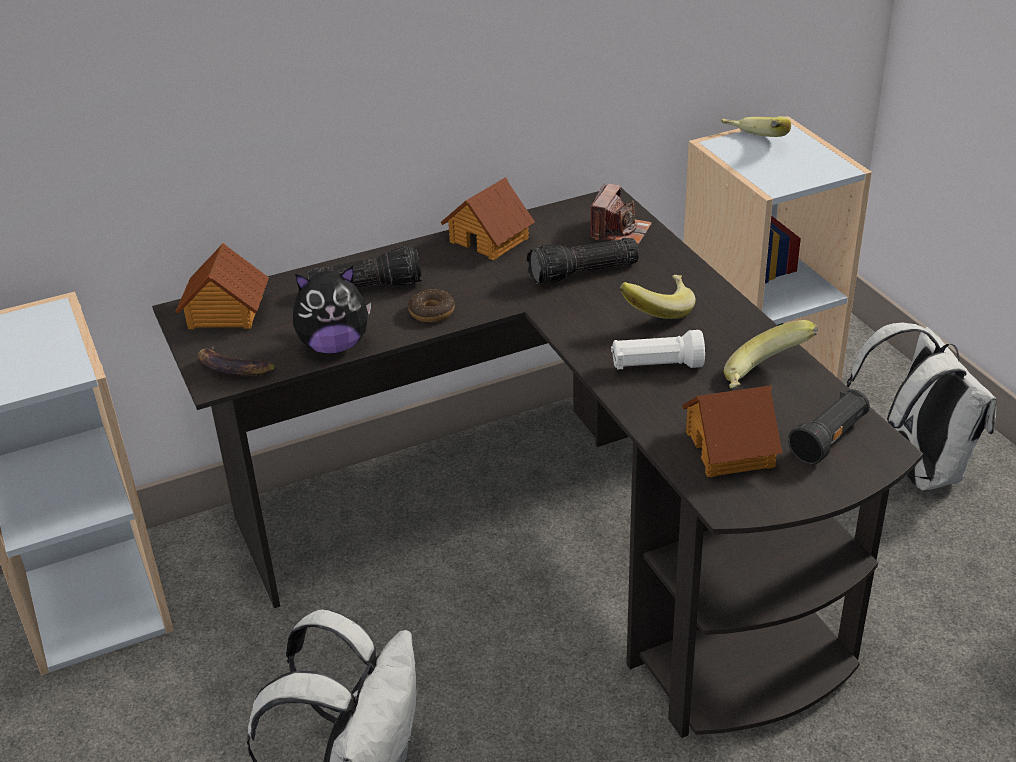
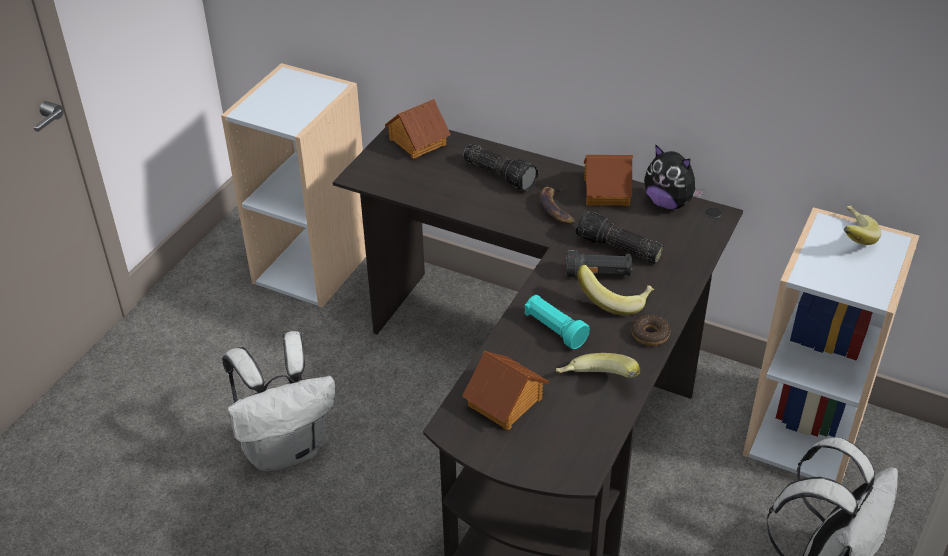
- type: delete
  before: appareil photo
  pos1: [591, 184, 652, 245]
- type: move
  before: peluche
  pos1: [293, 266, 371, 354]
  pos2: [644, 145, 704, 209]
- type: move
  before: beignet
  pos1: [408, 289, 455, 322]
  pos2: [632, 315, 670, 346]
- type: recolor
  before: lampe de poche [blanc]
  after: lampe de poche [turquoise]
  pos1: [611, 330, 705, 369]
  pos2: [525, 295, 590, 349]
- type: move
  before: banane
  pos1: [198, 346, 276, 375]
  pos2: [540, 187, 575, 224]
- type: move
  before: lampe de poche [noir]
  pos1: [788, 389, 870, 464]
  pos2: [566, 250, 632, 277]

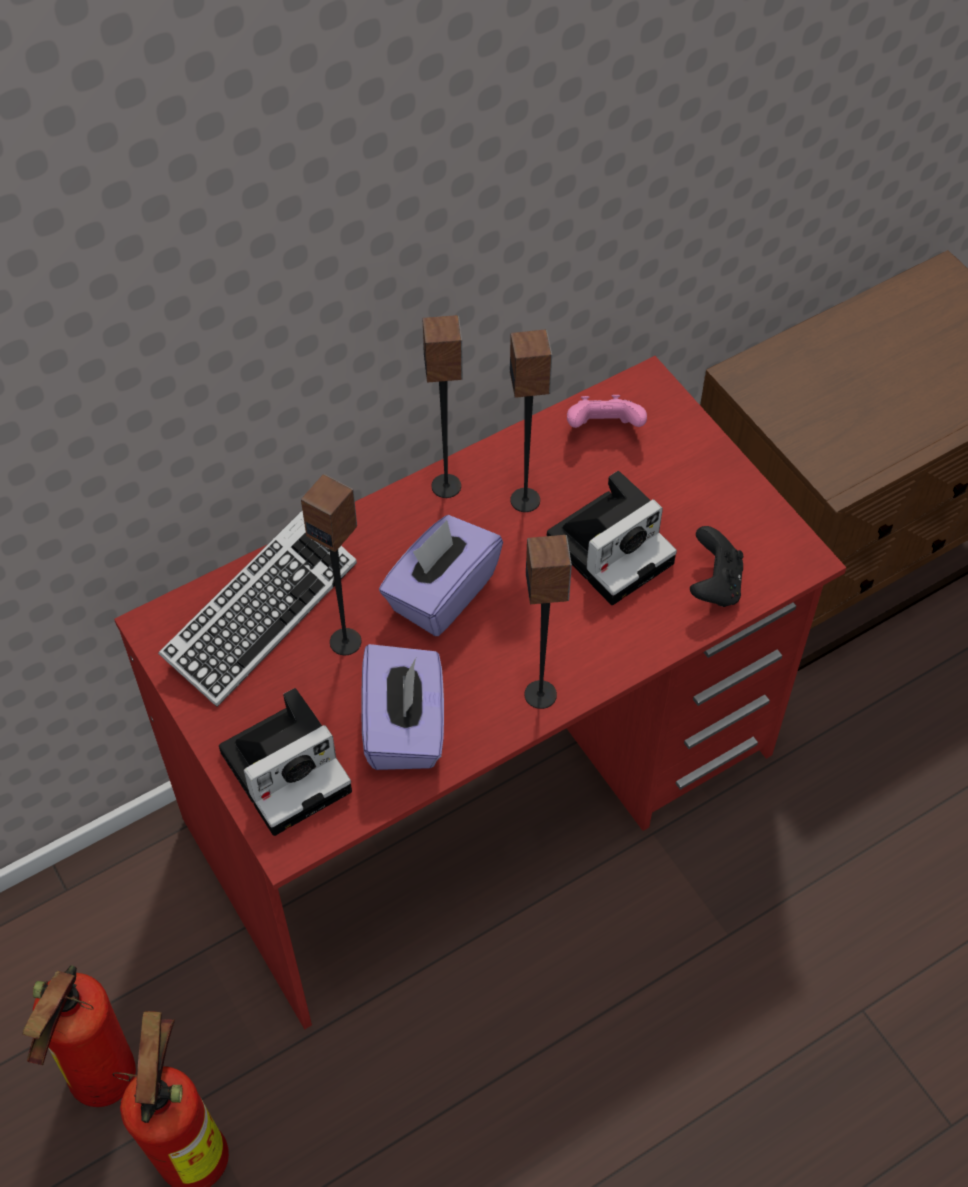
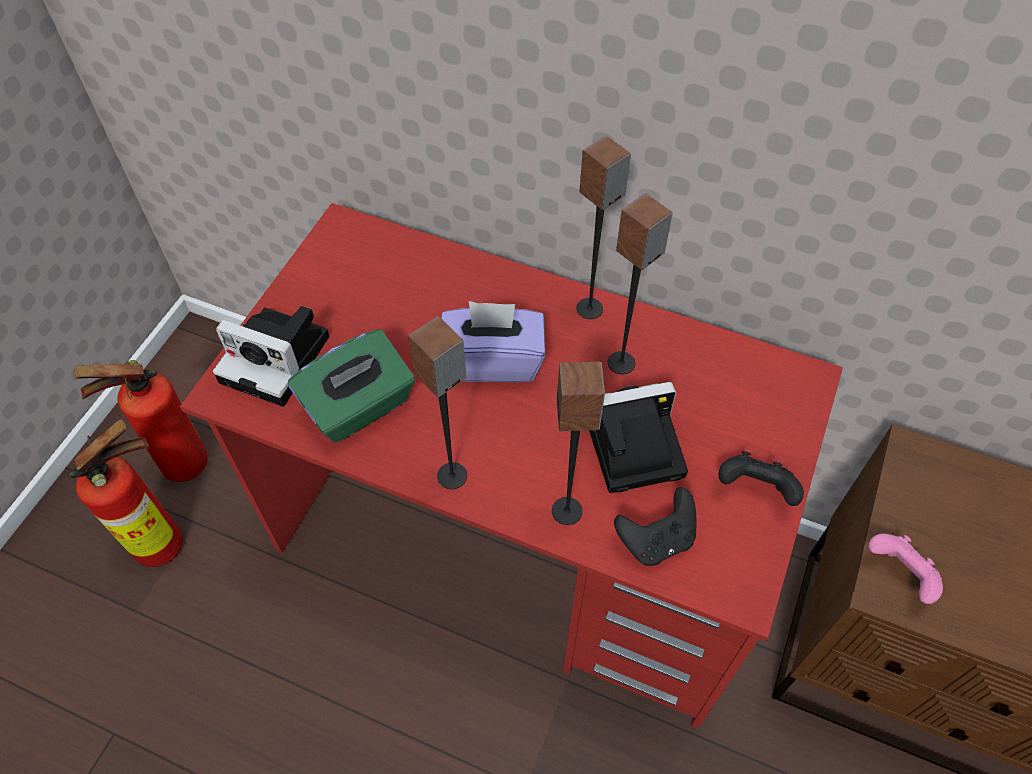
- type: move
  before: manette [rose]
  pos1: [567, 395, 647, 428]
  pos2: [868, 534, 943, 604]
- type: rotate
  before: appareil photo
  pos1: [547, 471, 677, 605]
  pos2: [589, 382, 688, 493]
  turn: 150
- type: move
  before: enceinte
  pos1: [301, 474, 361, 655]
  pos2: [552, 361, 605, 525]
- type: delete
  before: clavier
  pos1: [158, 511, 357, 707]
- type: recolor
  before: boîte à mouchoirs [violet]
  after: boîte à mouchoirs [vert]
  pos1: [361, 644, 444, 770]
  pos2: [288, 329, 415, 443]
- type: insert
  after: manette [noir]
  pos2: [718, 451, 804, 506]

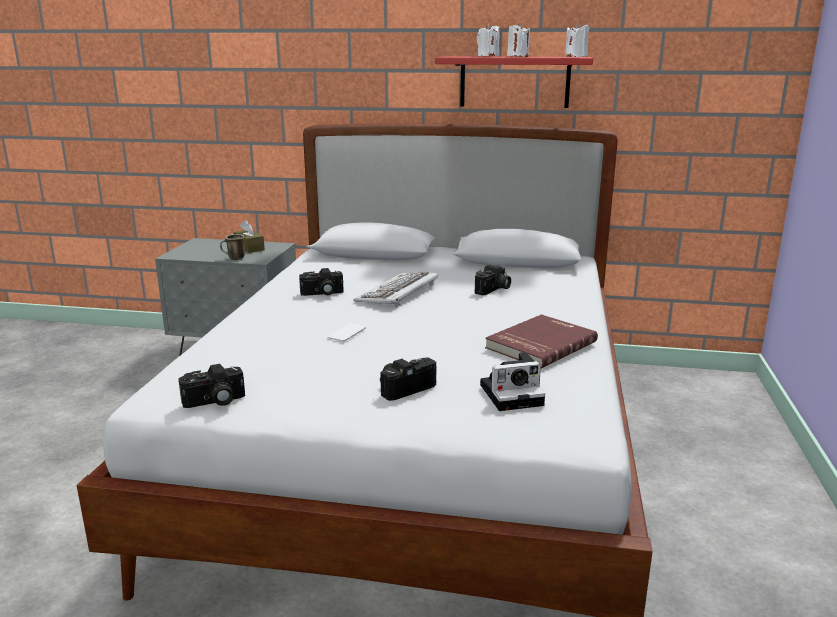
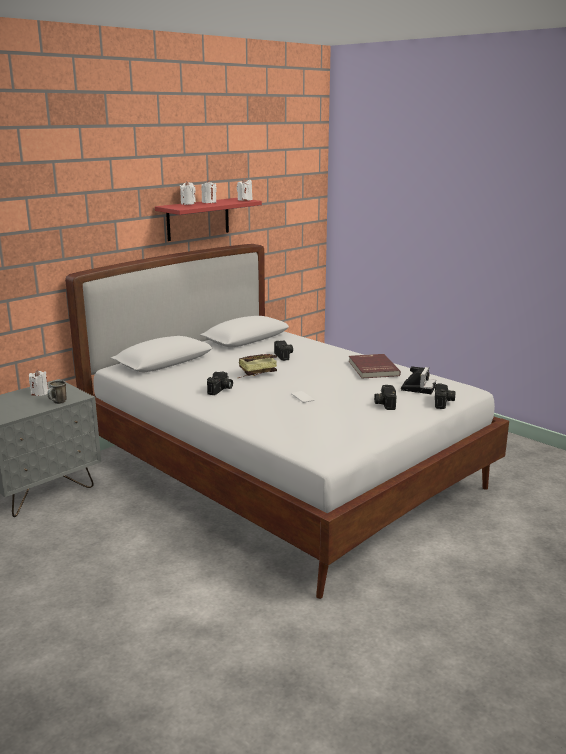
- type: replace
  before: boîte à mouchoirs [marron]
  after: bougie [blanc]
  pos1: [234, 220, 265, 253]
  pos2: [29, 370, 48, 396]
- type: replace
  before: clavier
  after: livre
  pos1: [353, 271, 438, 307]
  pos2: [239, 354, 277, 378]
- type: move
  before: appareil photo
  pos1: [178, 364, 245, 408]
  pos2: [435, 383, 455, 409]

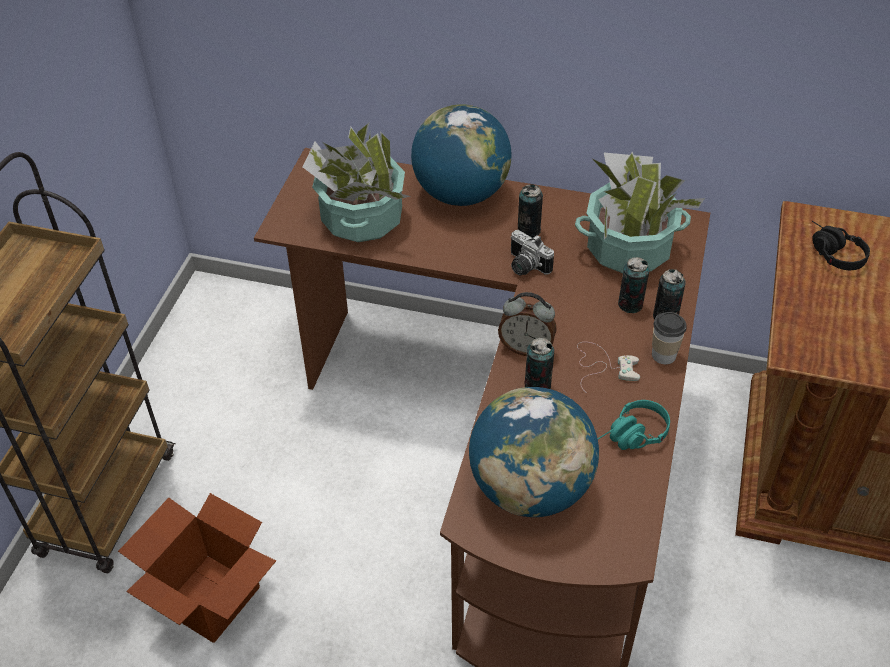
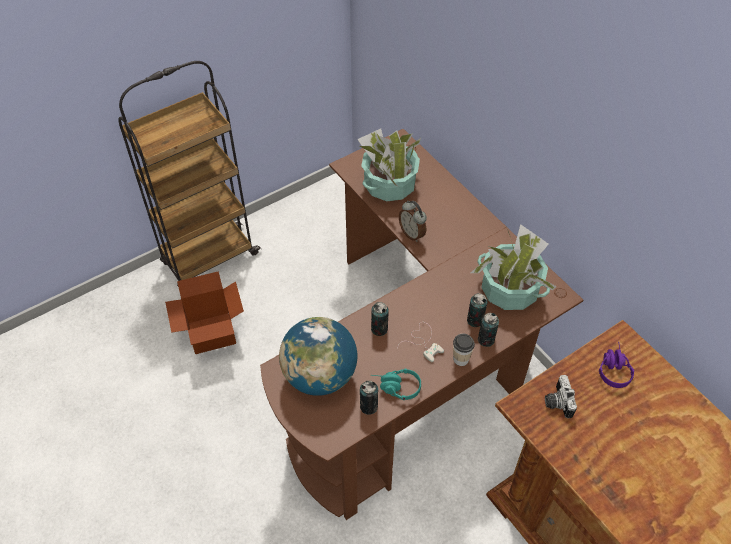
- type: delete
  before: globe
  pos1: [411, 104, 512, 206]
- type: move
  before: boîte métallique
  pos1: [518, 184, 543, 238]
  pos2: [360, 380, 378, 415]
- type: recolor
  before: casque audio [noir]
  after: casque audio [violet]
  pos1: [812, 221, 870, 270]
  pos2: [599, 342, 634, 388]
- type: move
  before: appareil photo
  pos1: [510, 230, 554, 275]
  pos2: [545, 375, 577, 418]
- type: move
  before: réveil
  pos1: [498, 292, 557, 356]
  pos2: [399, 201, 427, 242]

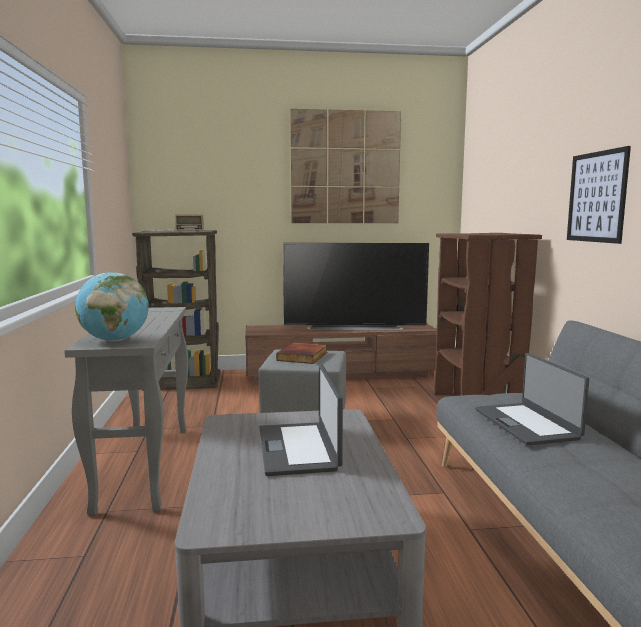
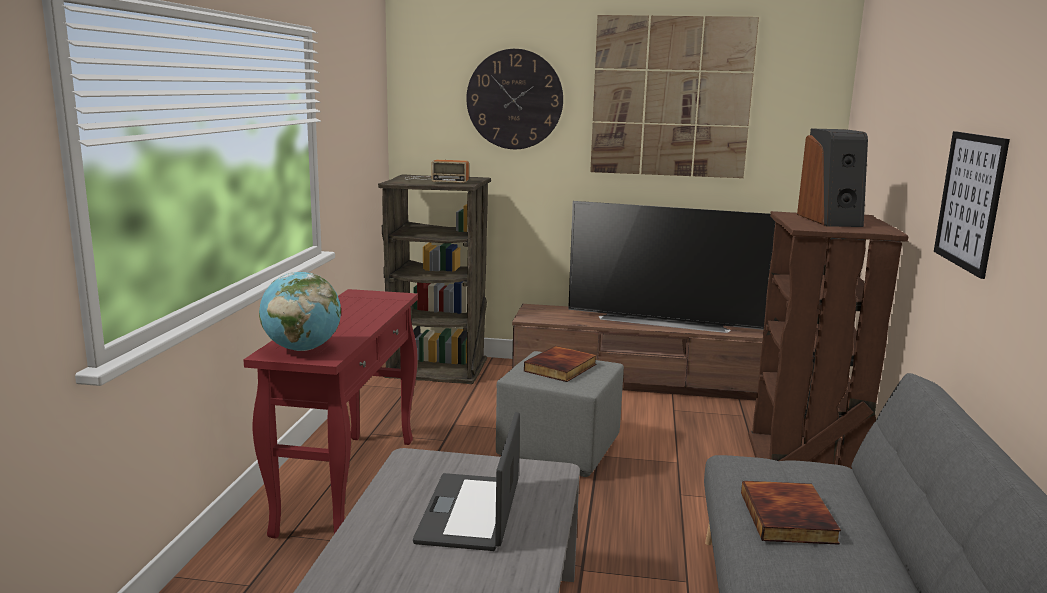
- type: recolor
  before: table console [gris]
  after: table console [rouge]
  pos1: [64, 307, 188, 516]
  pos2: [243, 289, 418, 539]
- type: replace
  before: ordinateur portable
  after: livre
  pos1: [475, 353, 589, 445]
  pos2: [741, 481, 841, 545]
- type: insert
  after: horloge murale
  pos2: [466, 49, 563, 149]
- type: insert
  after: enceinte
  pos2: [797, 128, 868, 227]

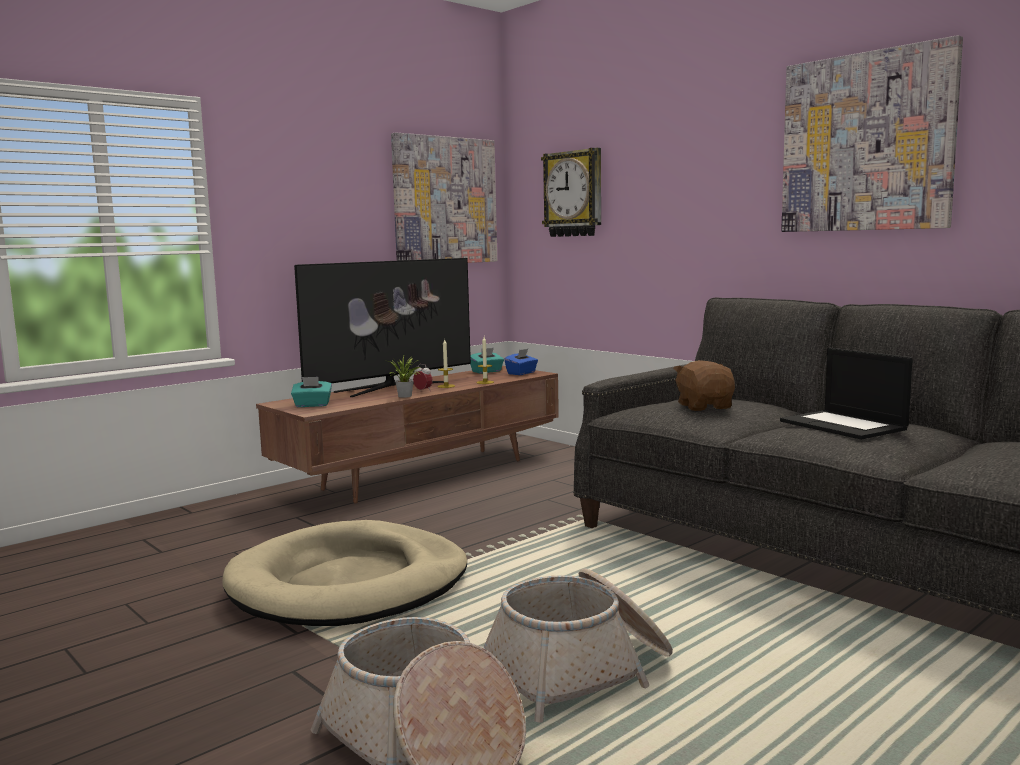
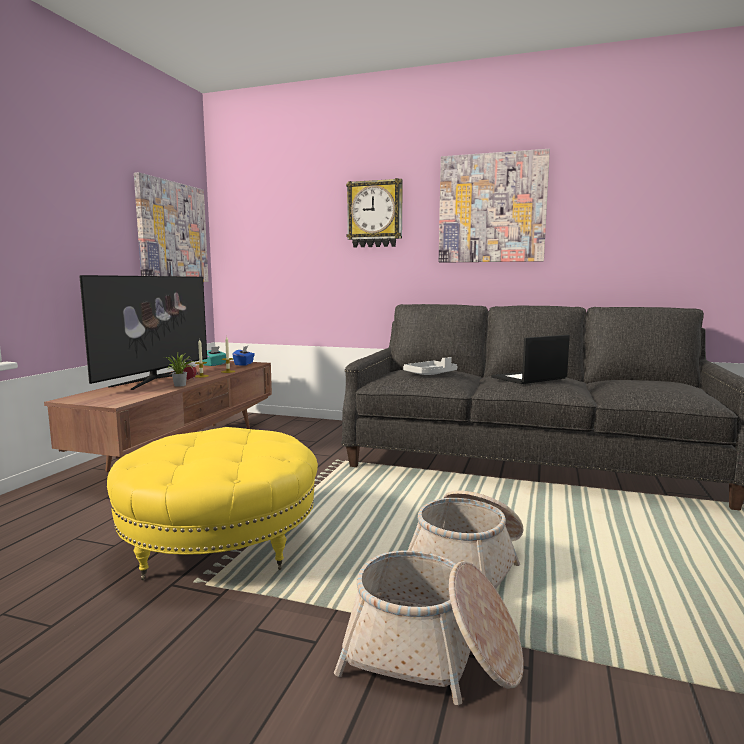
- type: move
  before: horloge murale
  pos1: [541, 148, 601, 237]
  pos2: [346, 178, 403, 248]
- type: rotate
  before: ordinateur portable
  pos1: [780, 348, 913, 440]
  pos2: [491, 335, 570, 384]
  turn: 120
- type: replace
  before: peluche [marron]
  after: plateau [gris]
  pos1: [673, 360, 735, 411]
  pos2: [403, 357, 457, 375]
- type: delete
  before: boîte à mouchoirs [turquoise]
  pos1: [291, 377, 332, 407]
- type: replace
  before: panier pour chien [beige]
  after: pouf [jaune]
  pos1: [222, 520, 467, 626]
  pos2: [107, 427, 318, 580]

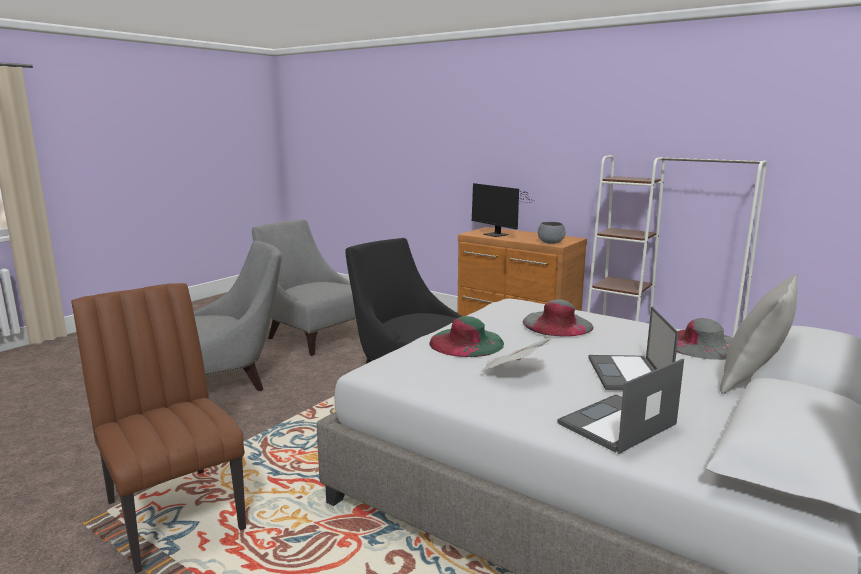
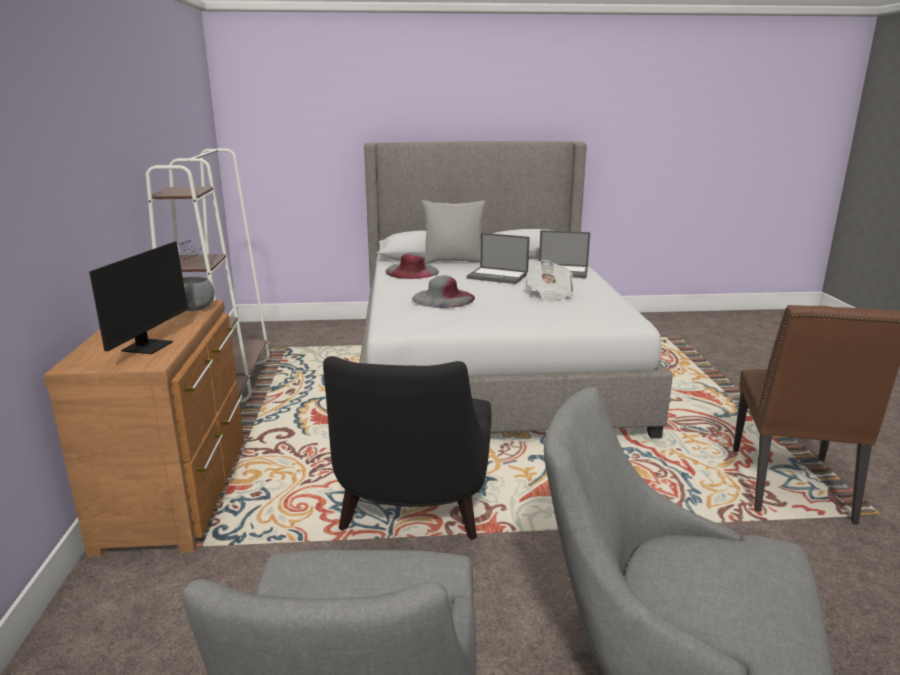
- type: rotate
  before: ordinateur portable
  pos1: [588, 307, 679, 390]
  pos2: [466, 233, 530, 284]
  turn: 60
- type: delete
  before: chapeau [vert]
  pos1: [429, 316, 504, 357]

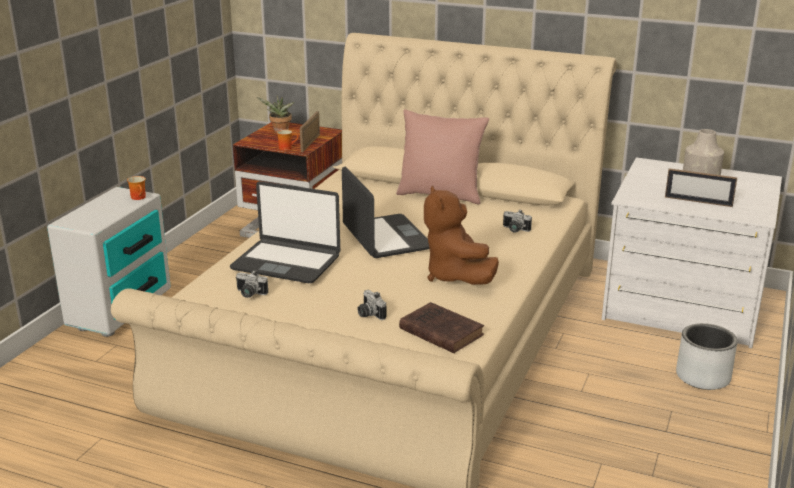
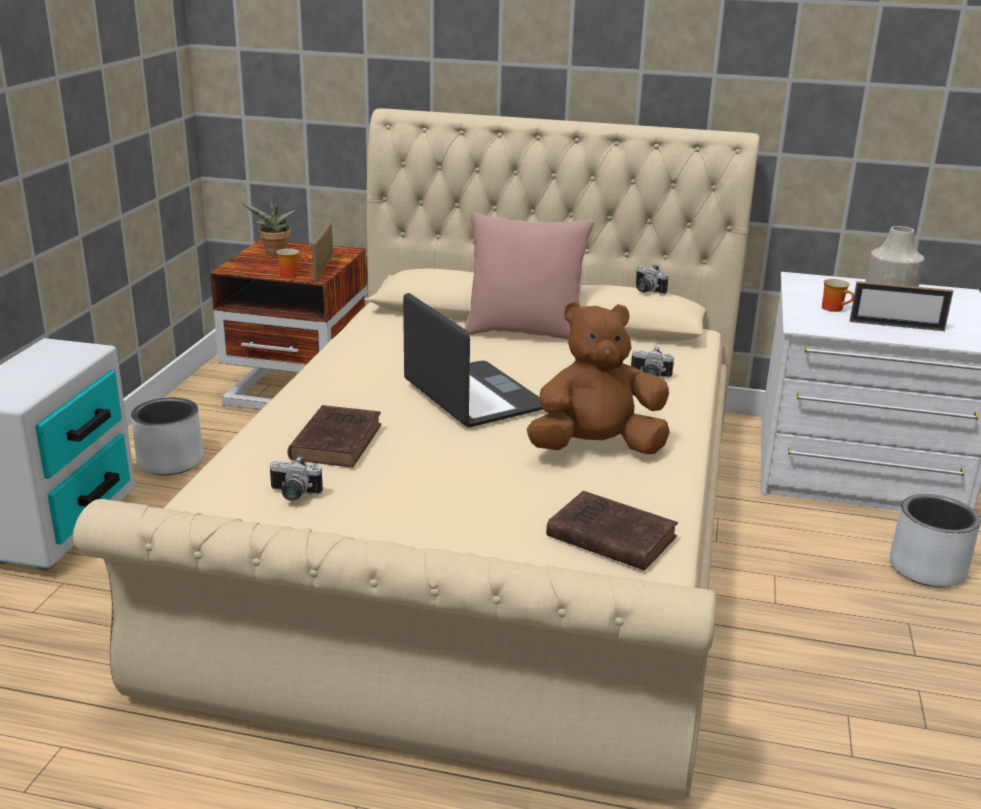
- type: move
  before: mug
  pos1: [127, 176, 146, 200]
  pos2: [822, 279, 854, 312]
- type: replace
  before: ordinateur portable
  after: livre [marron]
  pos1: [230, 181, 340, 283]
  pos2: [288, 405, 382, 467]
- type: rotate
  before: peluche [marron]
  pos1: [424, 185, 499, 285]
  pos2: [527, 302, 670, 454]
  turn: 105
- type: move
  before: appareil photo
  pos1: [357, 290, 386, 320]
  pos2: [636, 265, 669, 295]
- type: insert
  after: cache-pot [gris]
  pos2: [131, 398, 203, 475]

